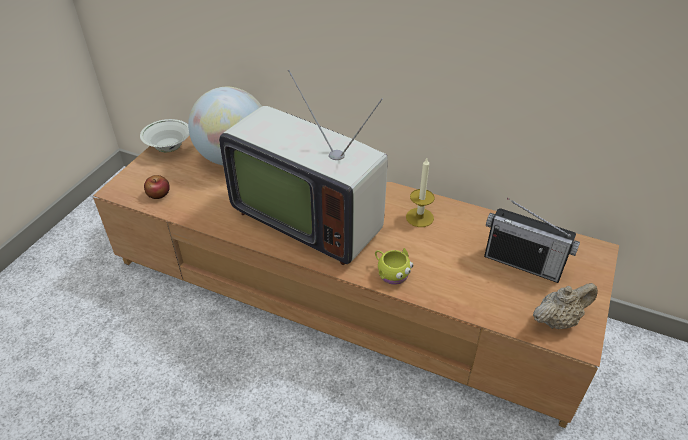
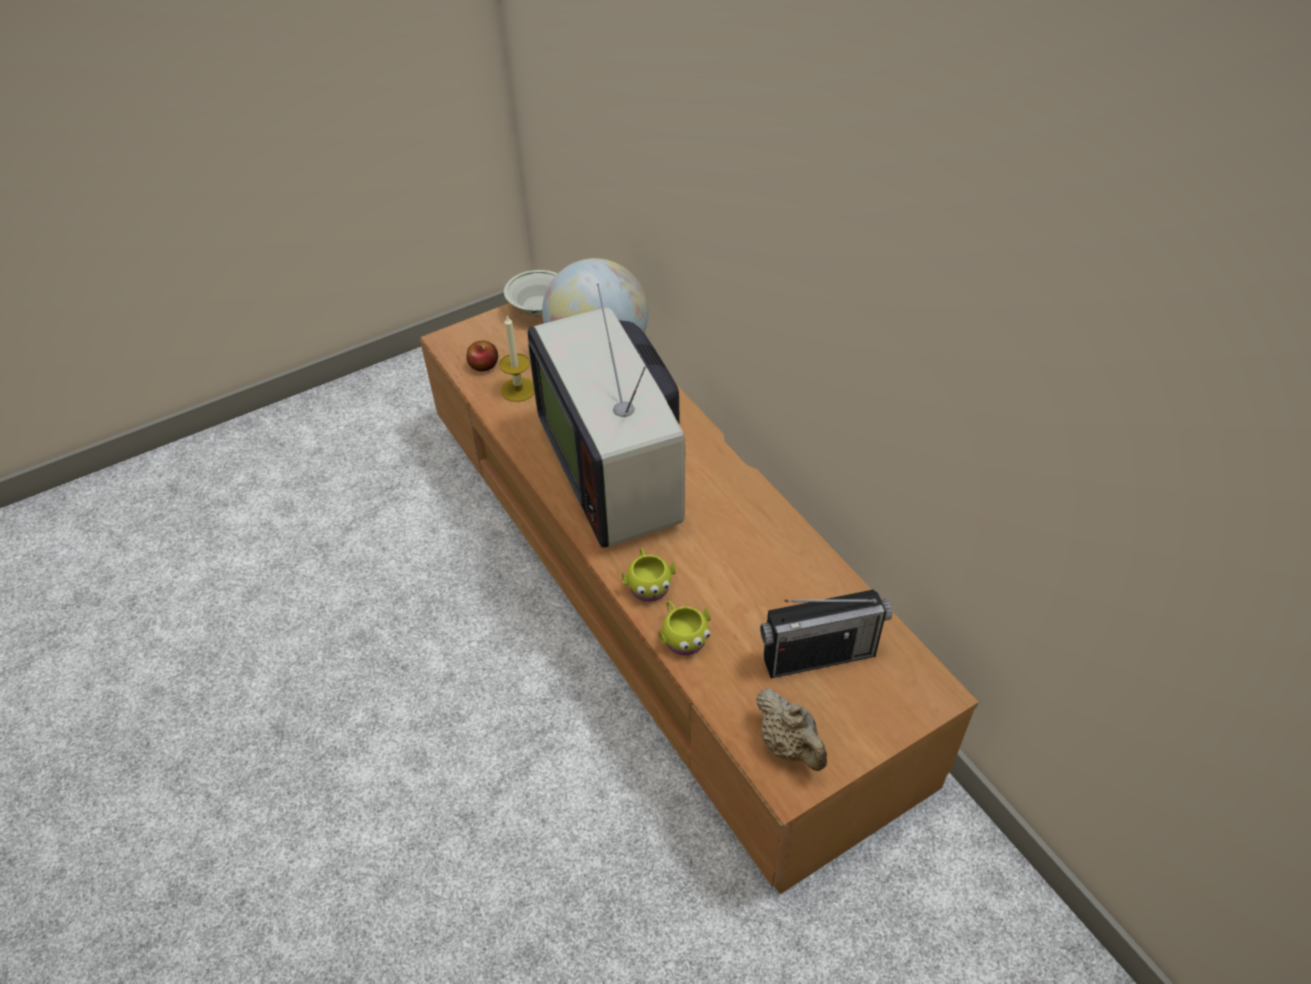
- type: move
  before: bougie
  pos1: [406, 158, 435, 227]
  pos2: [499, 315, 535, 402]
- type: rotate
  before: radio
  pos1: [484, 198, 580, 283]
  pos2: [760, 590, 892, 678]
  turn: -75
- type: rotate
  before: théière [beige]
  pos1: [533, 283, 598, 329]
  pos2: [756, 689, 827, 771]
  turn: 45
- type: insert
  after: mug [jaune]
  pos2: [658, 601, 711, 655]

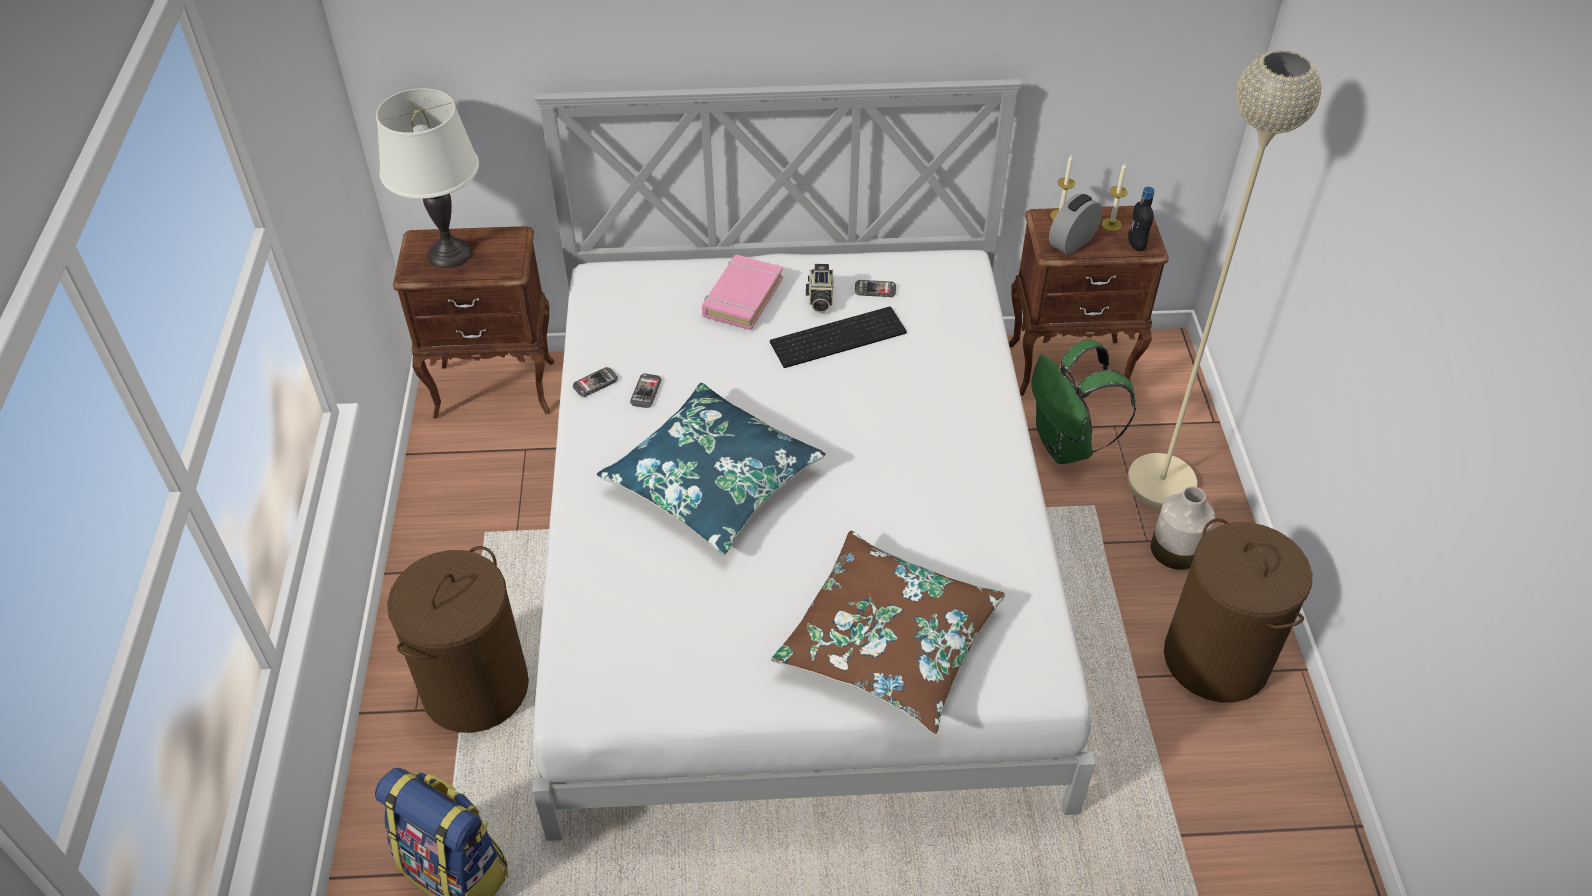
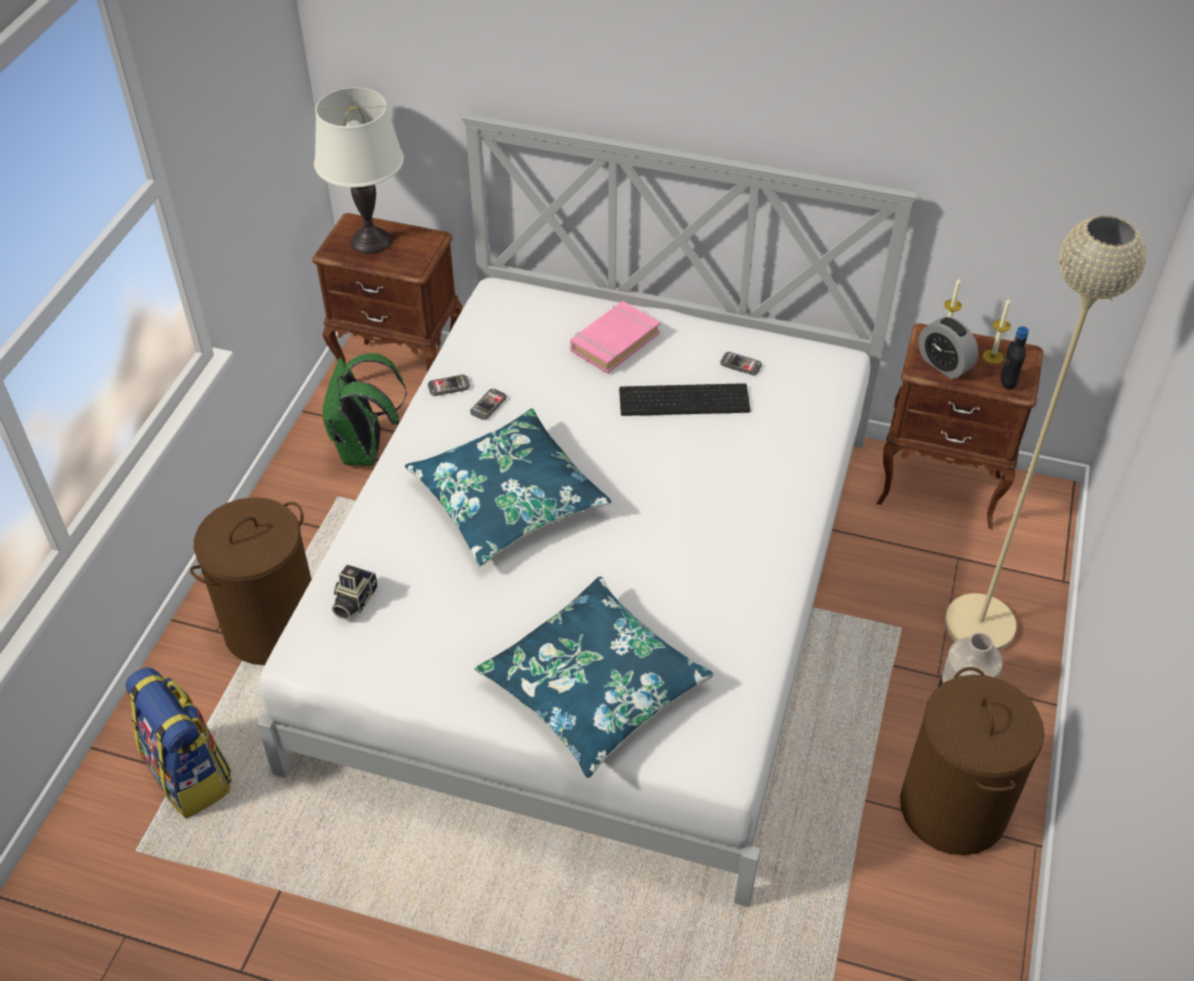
- type: rotate
  before: réveil
  pos1: [1049, 193, 1103, 255]
  pos2: [919, 317, 979, 379]
  turn: -105
- type: move
  before: appareil photo
  pos1: [806, 264, 834, 313]
  pos2: [332, 565, 377, 620]
- type: move
  before: sac à dos [vert]
  pos1: [1031, 339, 1136, 464]
  pos2: [323, 353, 407, 465]
- type: recolor
  before: coussin [marron]
  after: coussin [bleu]
  pos1: [771, 531, 1005, 734]
  pos2: [475, 577, 714, 778]

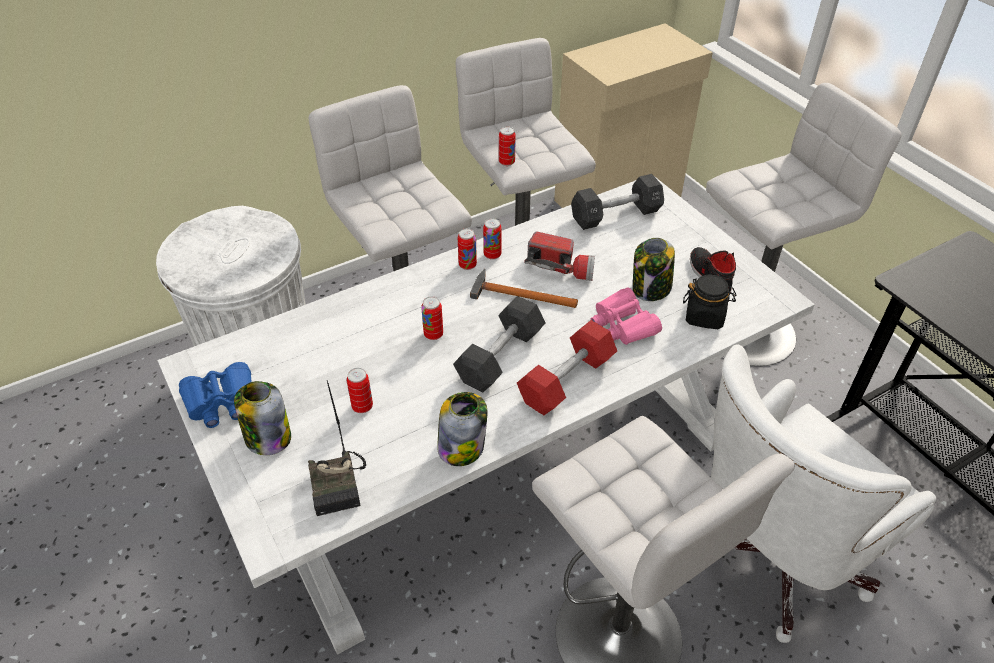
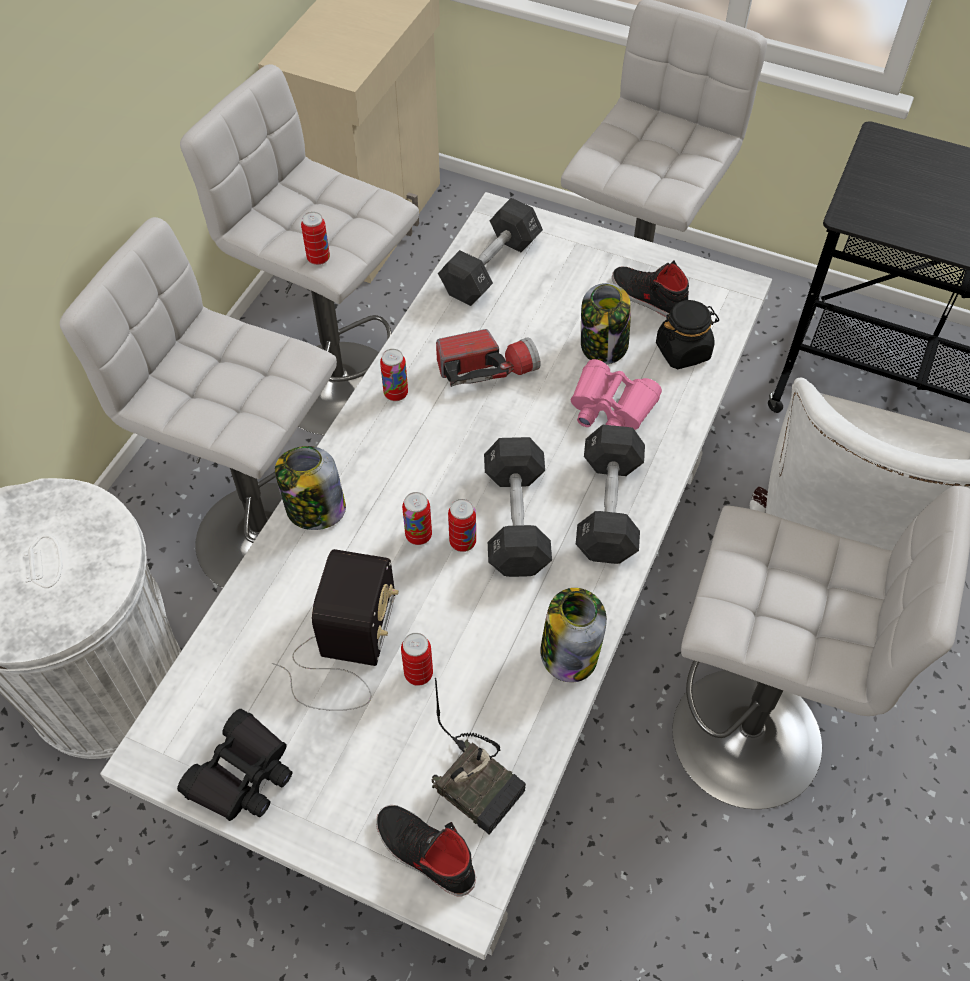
- type: move
  before: boîte métallique
  pos1: [458, 228, 477, 270]
  pos2: [448, 499, 476, 552]
- type: delete
  before: marteau
  pos1: [470, 269, 578, 308]
- type: recolor
  before: haltère [rouge]
  after: haltère [noir]
  pos1: [517, 320, 617, 415]
  pos2: [576, 425, 645, 564]
- type: recolor
  before: jumelles [bleu]
  after: jumelles [noir]
  pos1: [179, 362, 252, 428]
  pos2: [177, 709, 292, 821]
- type: move
  before: bocal
  pos1: [234, 381, 291, 455]
  pos2: [275, 446, 346, 530]
- type: insert
  after: radio
  pos2: [272, 549, 399, 711]
- type: insert
  after: chaussure [noir]
  pos2: [376, 805, 476, 896]

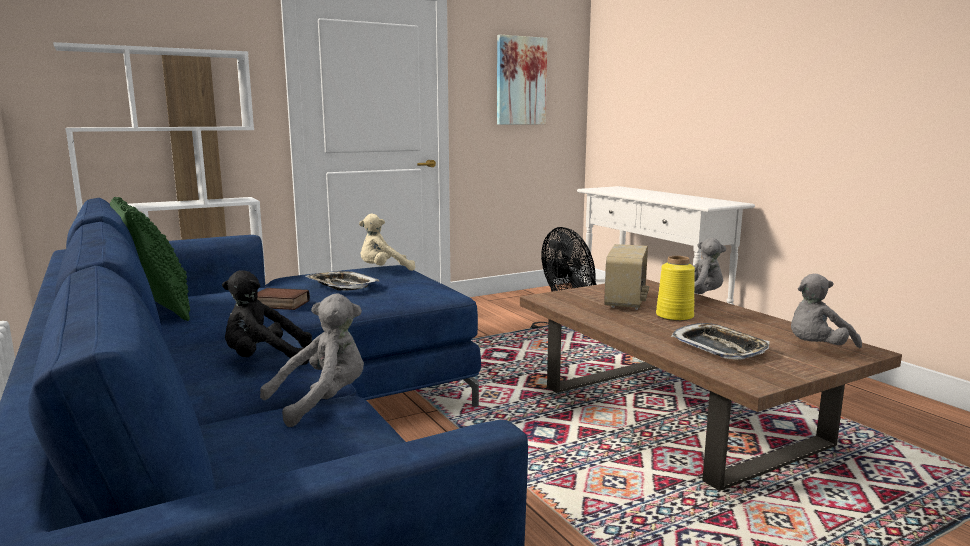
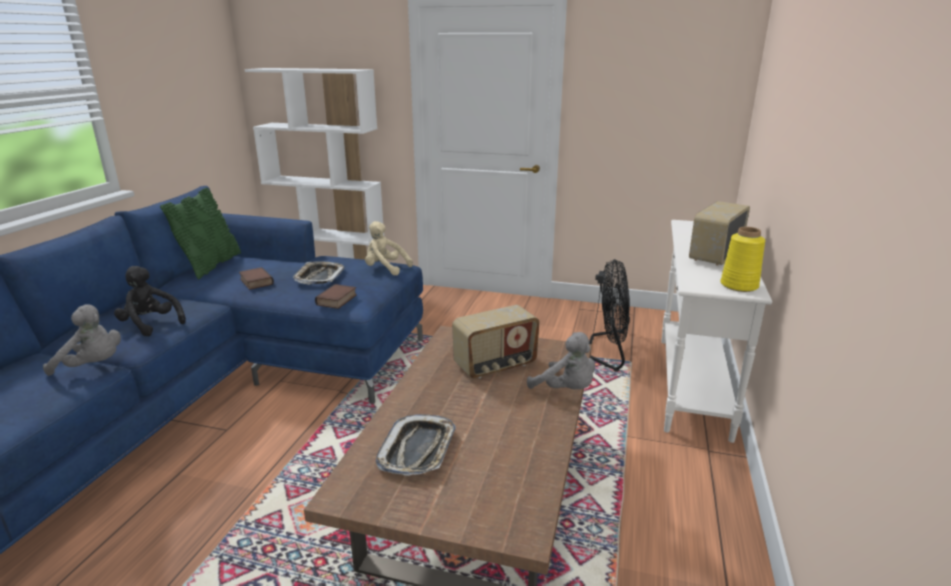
- type: delete
  before: tableau
  pos1: [497, 35, 547, 125]
- type: move
  before: vase [jaune]
  pos1: [656, 256, 695, 321]
  pos2: [720, 227, 765, 292]
- type: delete
  before: peluche [gris]
  pos1: [791, 274, 862, 348]
- type: insert
  after: radio
  pos2: [689, 201, 750, 266]
- type: insert
  after: livre
  pos2: [315, 284, 357, 309]

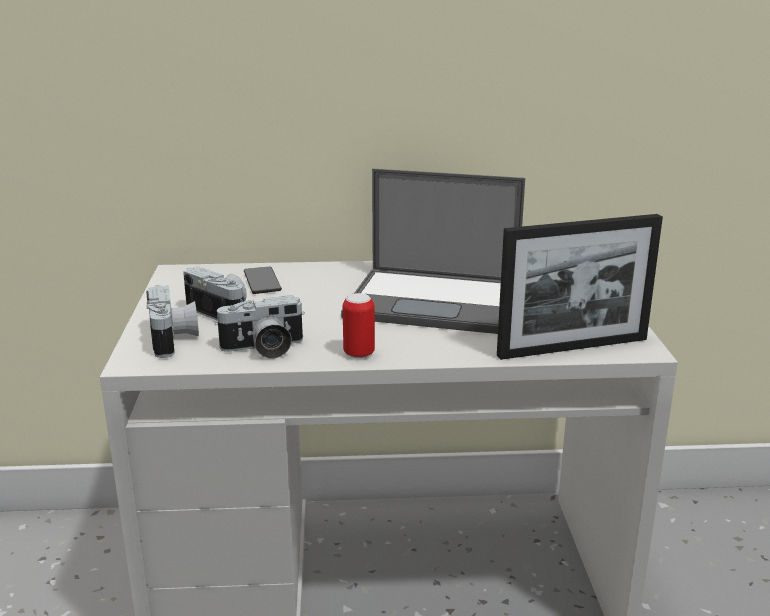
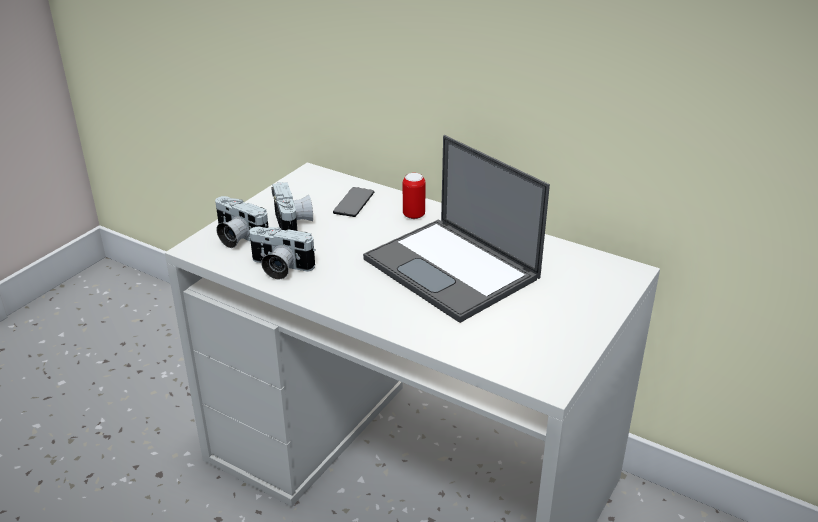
- type: delete
  before: cadre photo
  pos1: [497, 214, 663, 360]
- type: rotate
  before: appareil photo
  pos1: [146, 285, 199, 358]
  pos2: [215, 196, 268, 248]
  turn: 105
- type: move
  before: boîte métallique
  pos1: [343, 293, 375, 358]
  pos2: [403, 173, 426, 219]

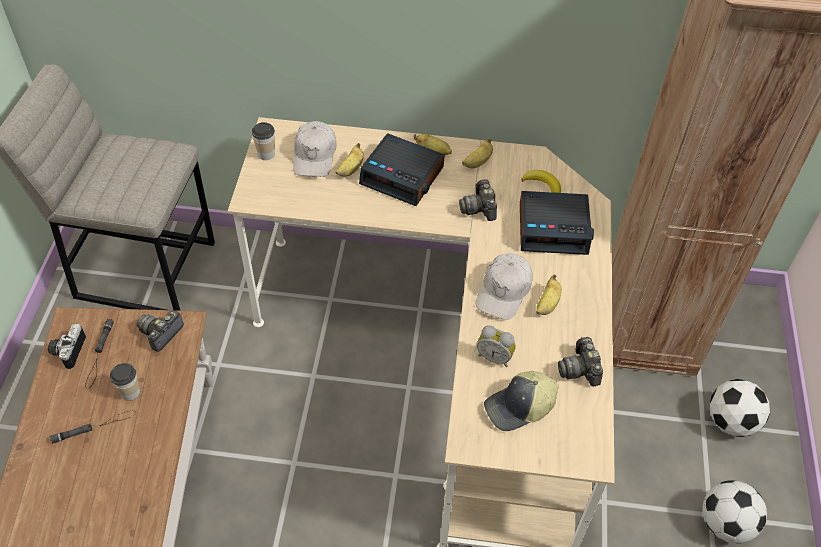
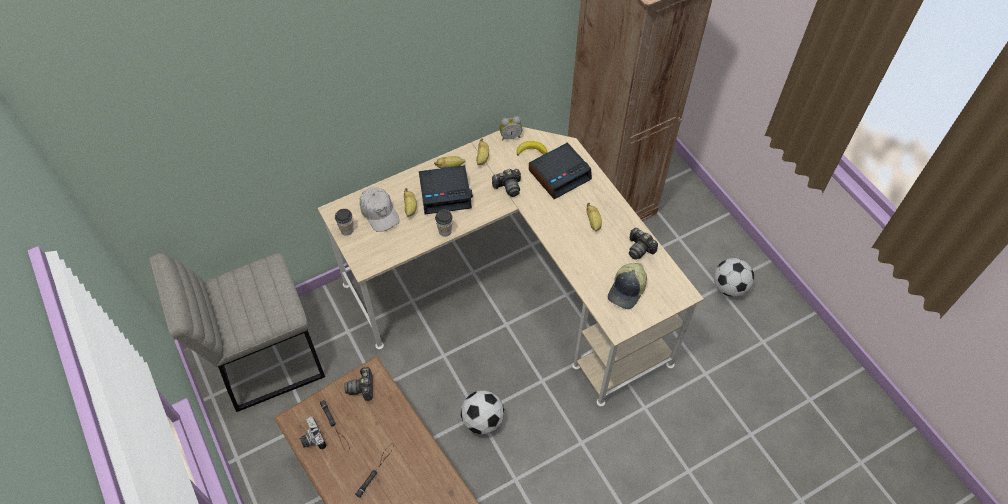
- type: rotate
  before: appareil photo
  pos1: [459, 179, 497, 221]
  pos2: [492, 169, 521, 197]
  turn: -60
- type: delete
  before: casquette [blanc]
  pos1: [476, 253, 533, 320]
- type: move
  before: réveil
  pos1: [477, 325, 516, 367]
  pos2: [499, 116, 522, 141]
- type: move
  before: tasse
  pos1: [110, 363, 140, 401]
  pos2: [435, 210, 453, 237]
- type: move
  before: ballon de foot
  pos1: [710, 379, 770, 437]
  pos2: [461, 391, 504, 434]

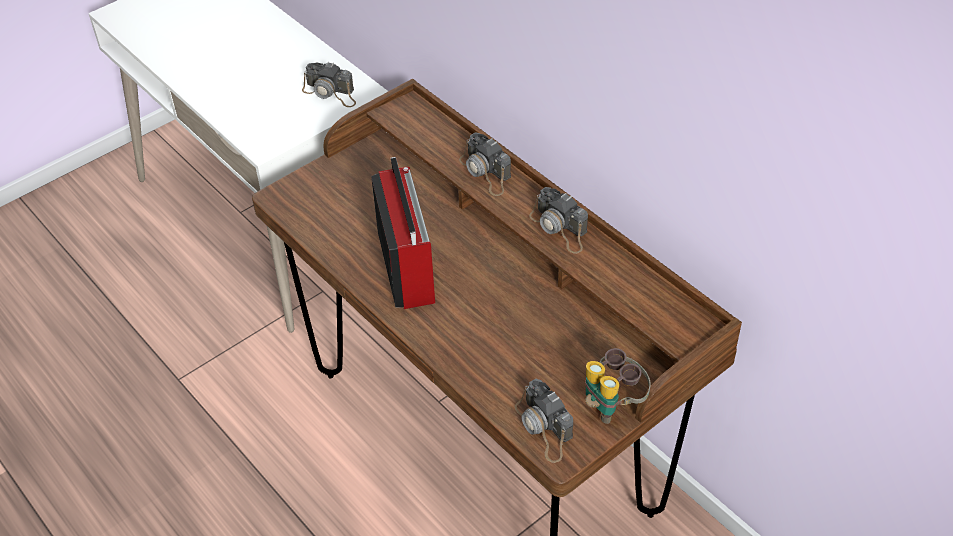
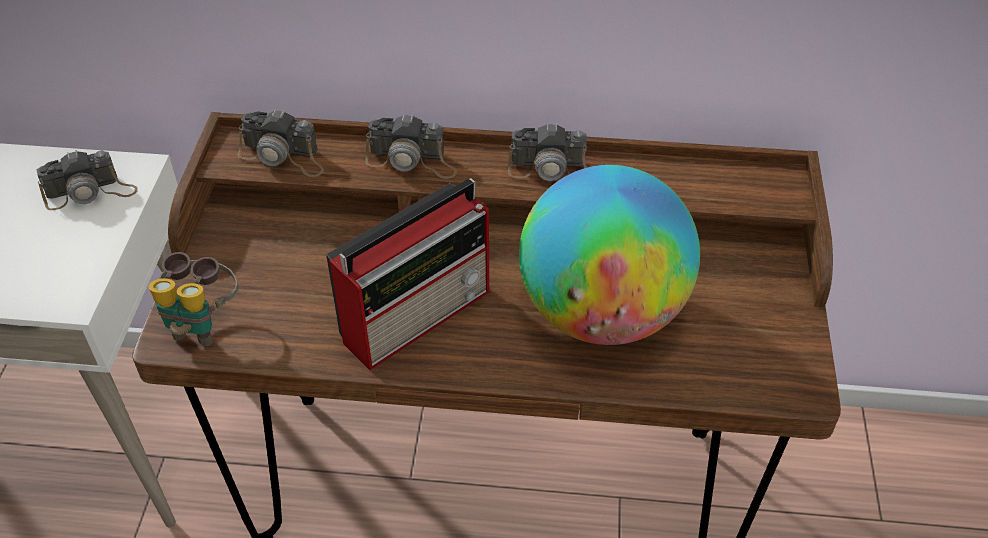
- type: rotate
  before: radio
  pos1: [371, 157, 435, 309]
  pos2: [326, 178, 489, 370]
  turn: 105
- type: move
  before: jumelles
  pos1: [585, 348, 651, 424]
  pos2: [149, 252, 238, 346]
- type: move
  before: appareil photo
  pos1: [515, 379, 573, 463]
  pos2: [238, 109, 324, 177]
- type: insert
  after: globe
  pos2: [519, 165, 700, 345]

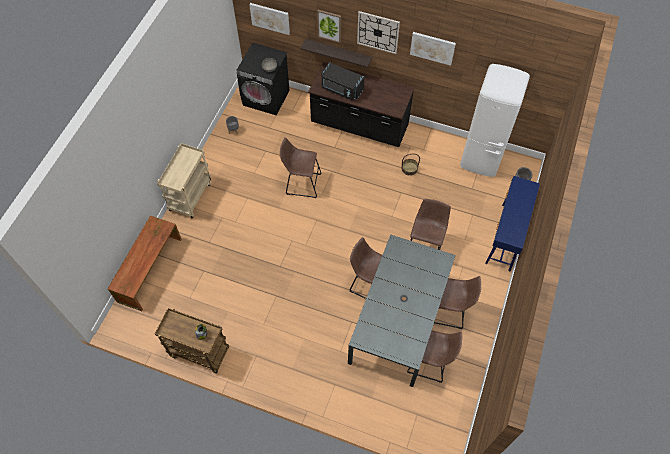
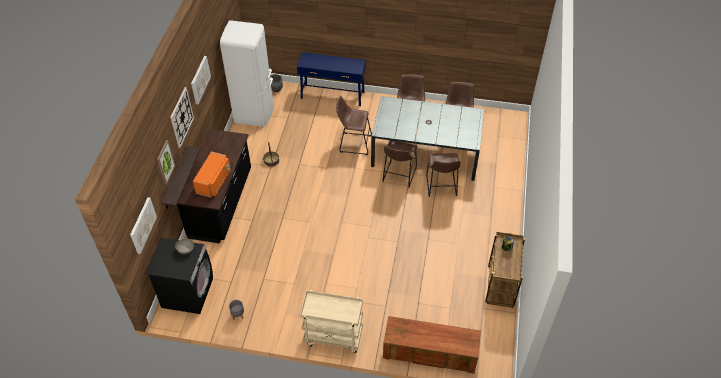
- type: recolor
  before: micro-ondes [noir]
  after: micro-ondes [orange]
  pos1: [322, 62, 365, 101]
  pos2: [193, 151, 231, 198]
- type: move
  before: tabouret [marron]
  pos1: [280, 137, 321, 198]
  pos2: [426, 153, 460, 197]

